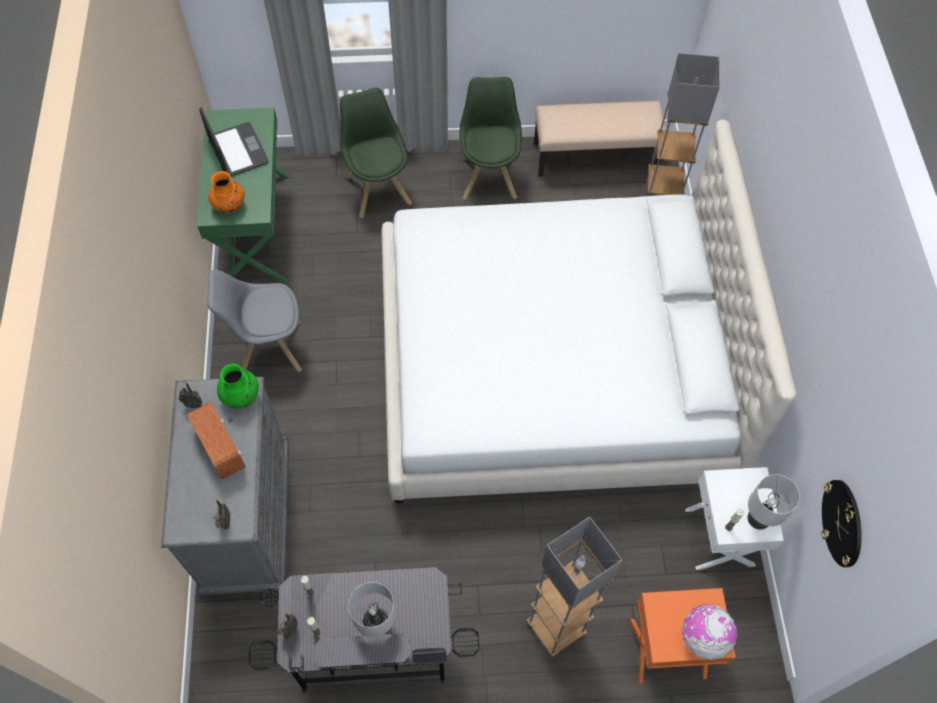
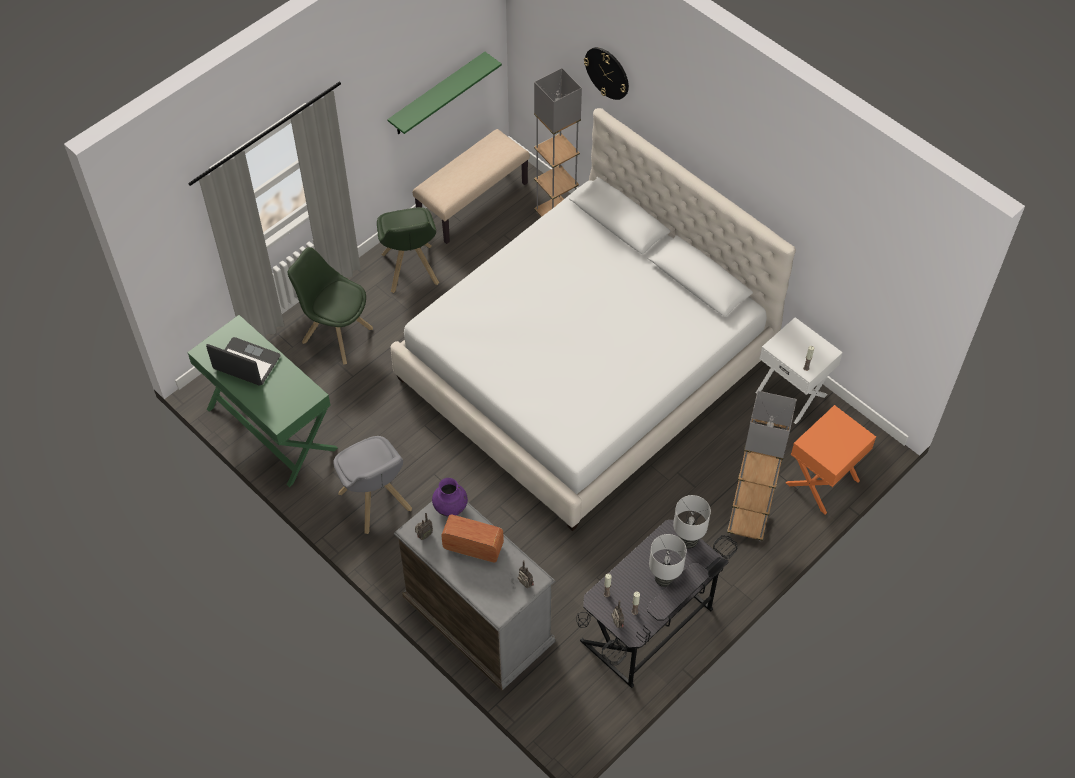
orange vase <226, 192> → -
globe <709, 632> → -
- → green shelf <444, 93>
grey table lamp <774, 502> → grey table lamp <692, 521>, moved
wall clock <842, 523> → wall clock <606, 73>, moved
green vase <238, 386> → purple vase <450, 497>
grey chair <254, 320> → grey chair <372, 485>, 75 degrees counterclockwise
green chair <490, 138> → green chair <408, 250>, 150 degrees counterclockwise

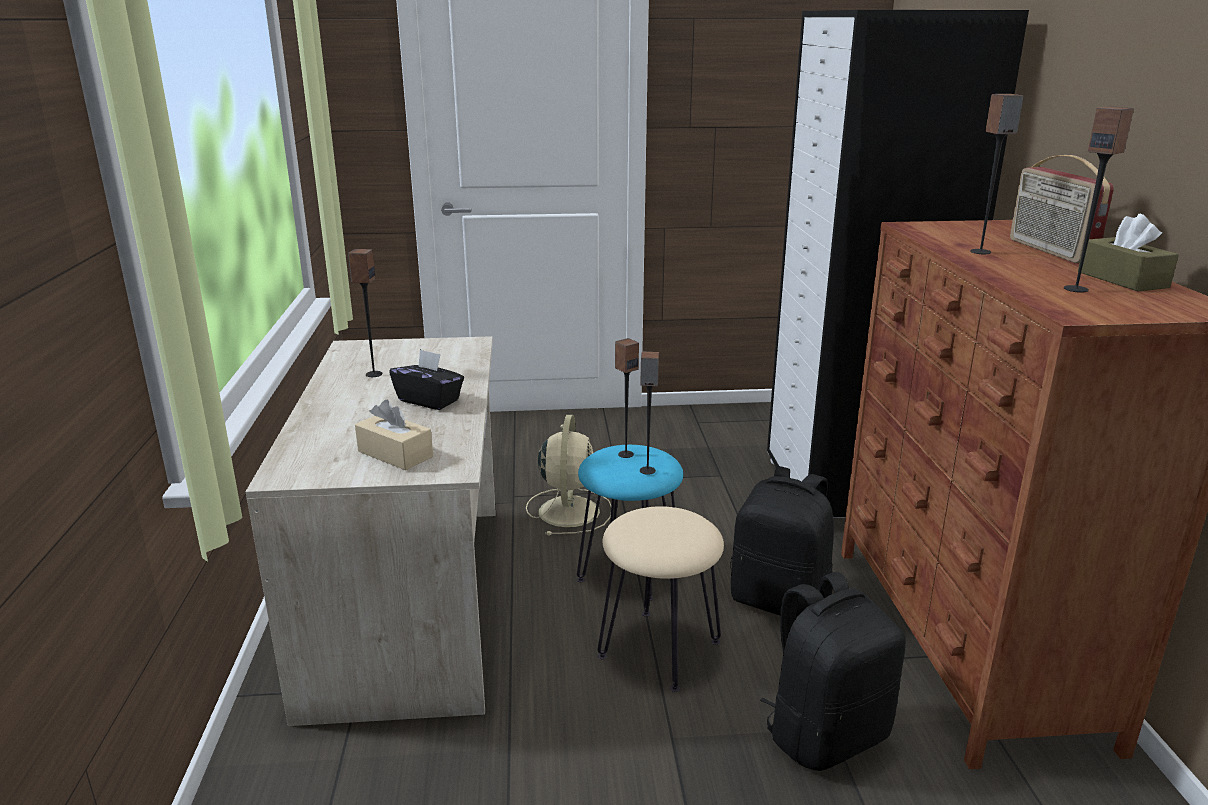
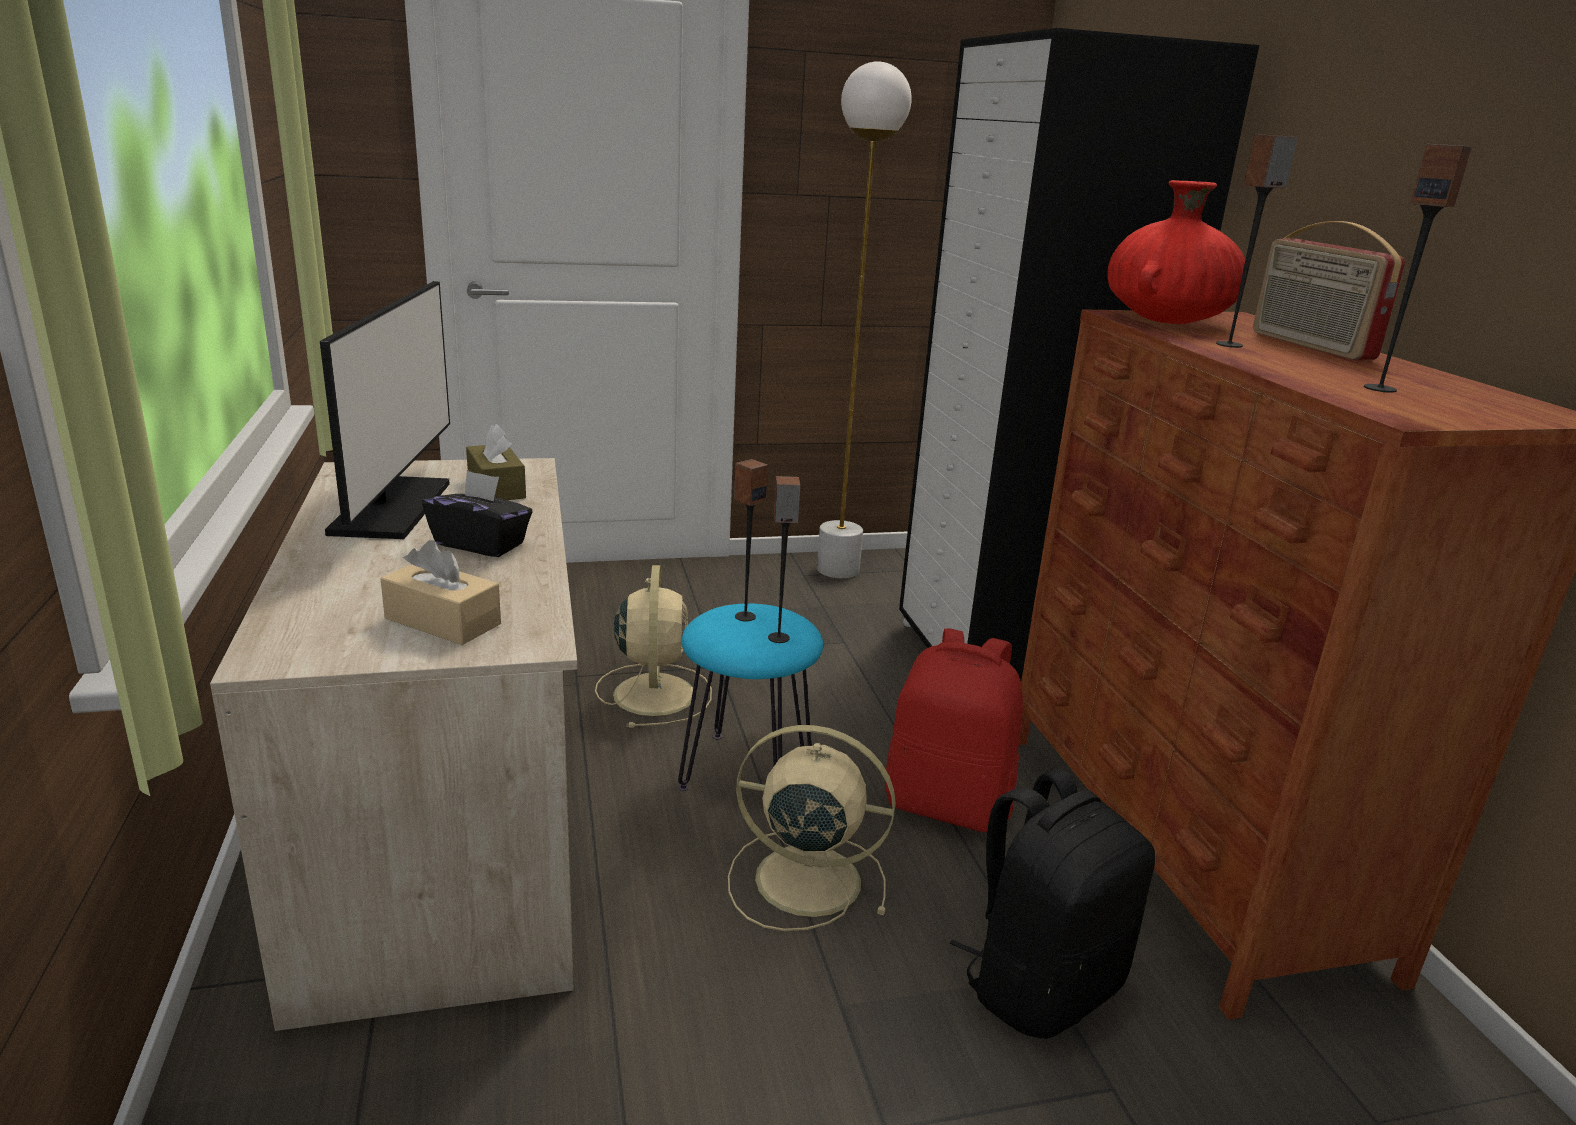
- → white floor lamp <864, 320>
- → red vase <1177, 252>
brown tissue box <1128, 252> → brown tissue box <496, 462>, moved
speaker <365, 313> → monitor <385, 410>
beige stool <660, 599> → beige fan <812, 828>
black backpack <782, 542> → red backpack <954, 730>

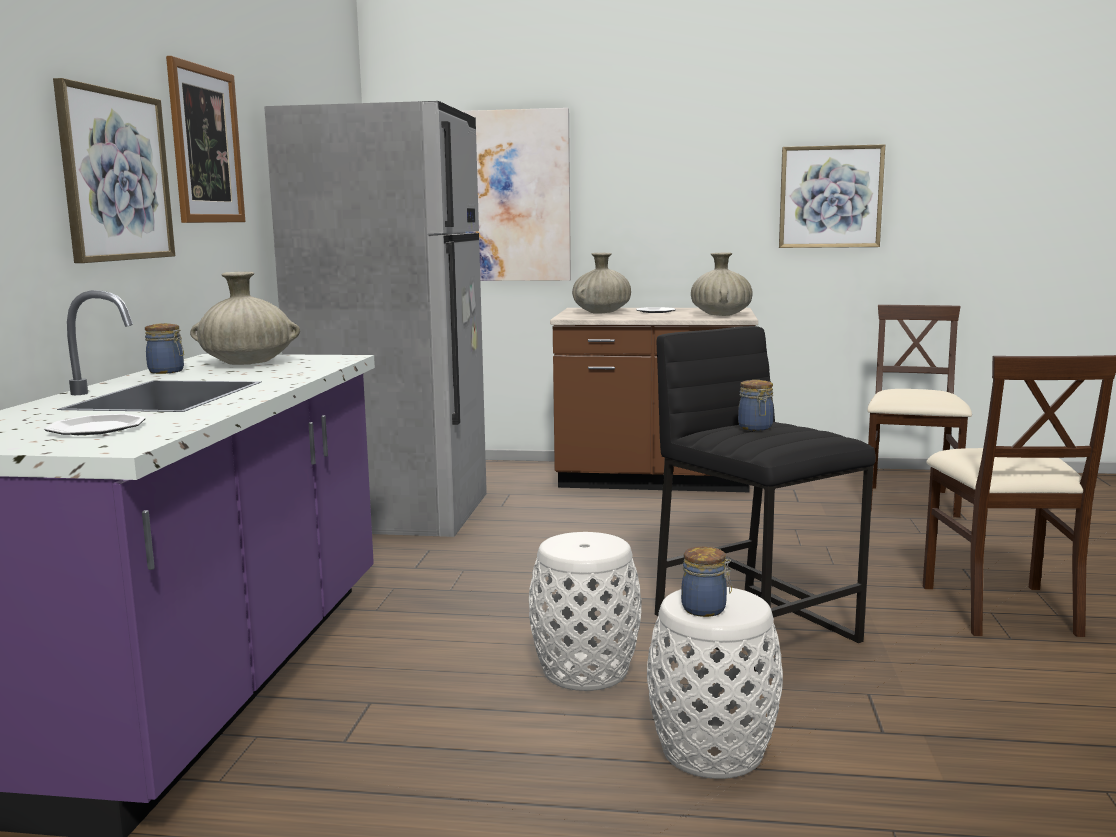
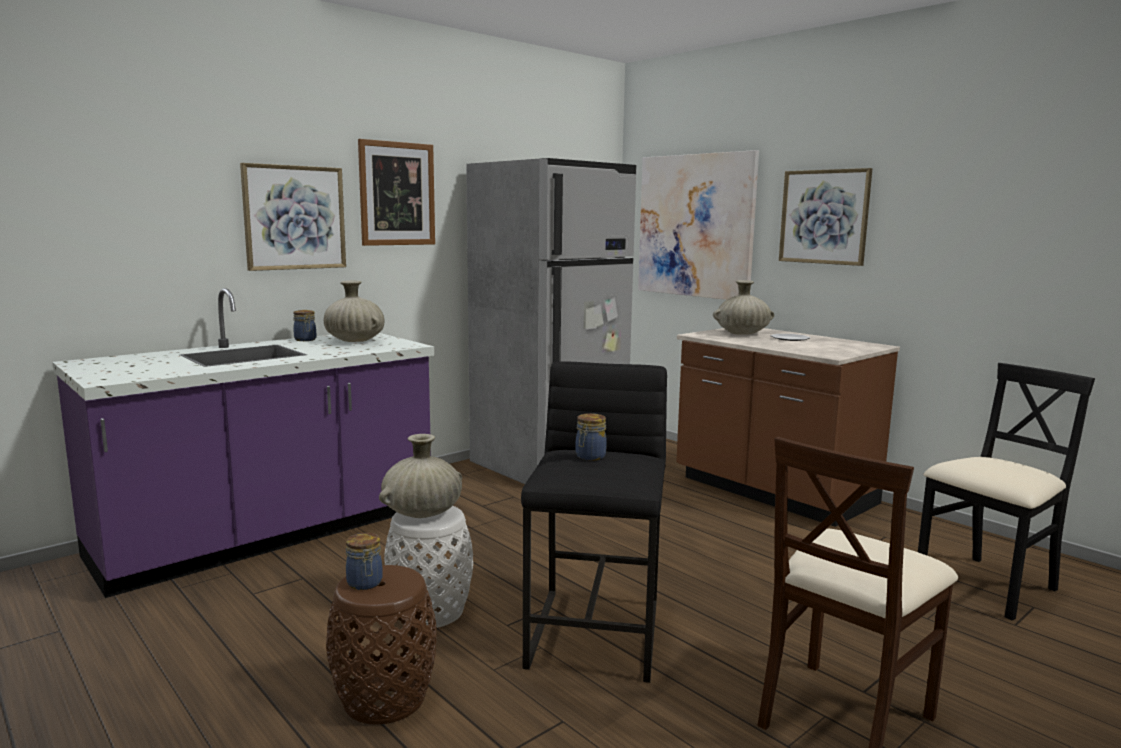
plate <95, 424> → -
beige vase <722, 284> → beige vase <420, 476>, moved
picture <832, 196> → picture <825, 217>, moved
white stool <715, 683> → brown stool <381, 645>
beige chair <919, 411> → black chair <1006, 492>

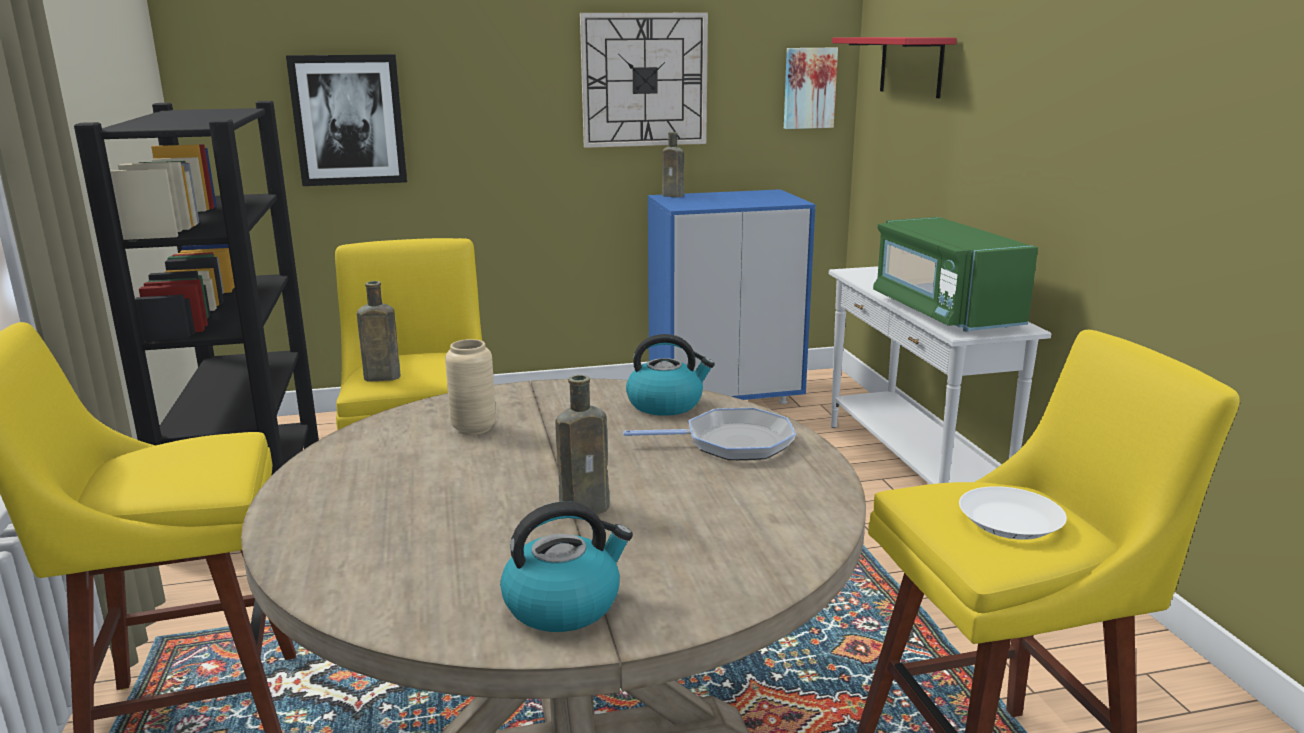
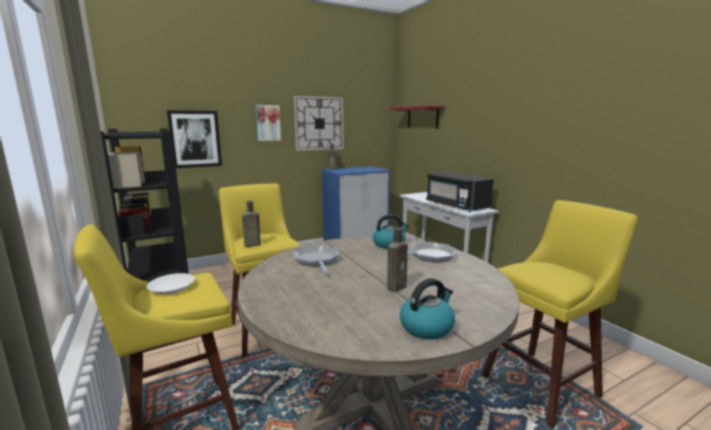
picture <811, 88> → picture <268, 123>, moved
white plate <1013, 513> → white plate <171, 283>, moved
beige vase <470, 387> → frying pan <317, 259>
green microwave <955, 274> → black microwave <460, 192>

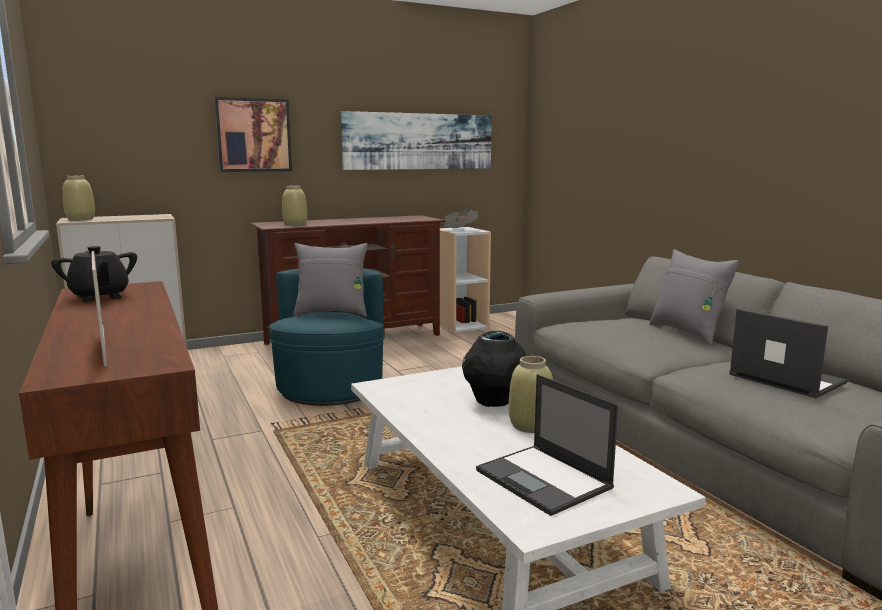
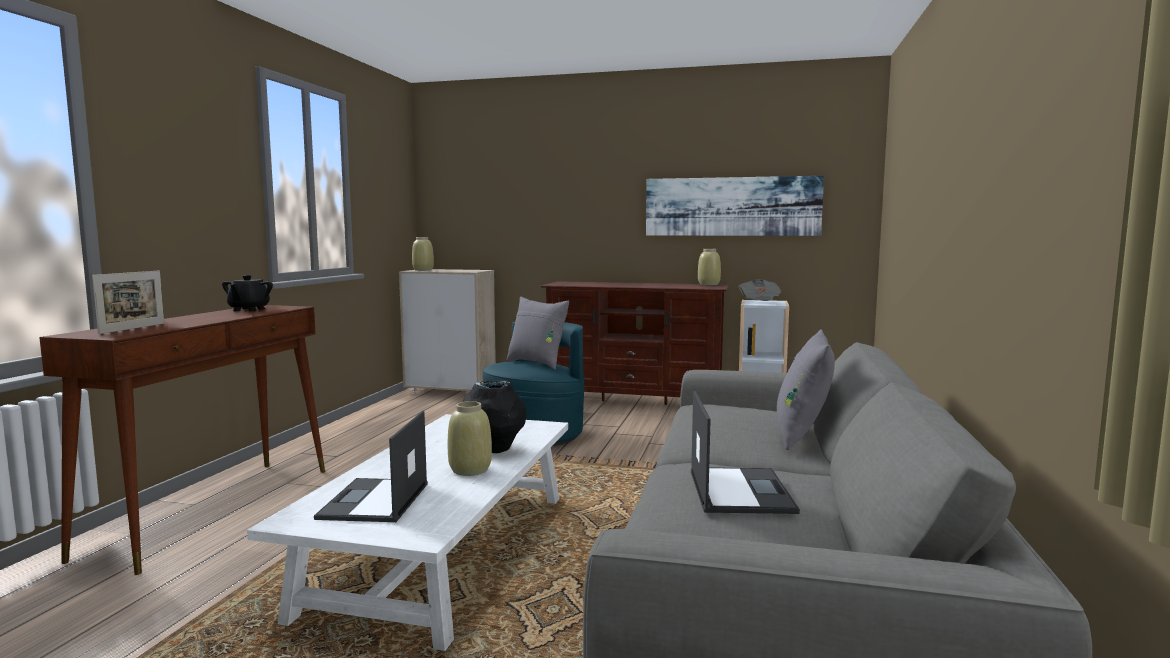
picture <253, 134> → -
beige vase <294, 205> → beige vase <709, 267>, moved

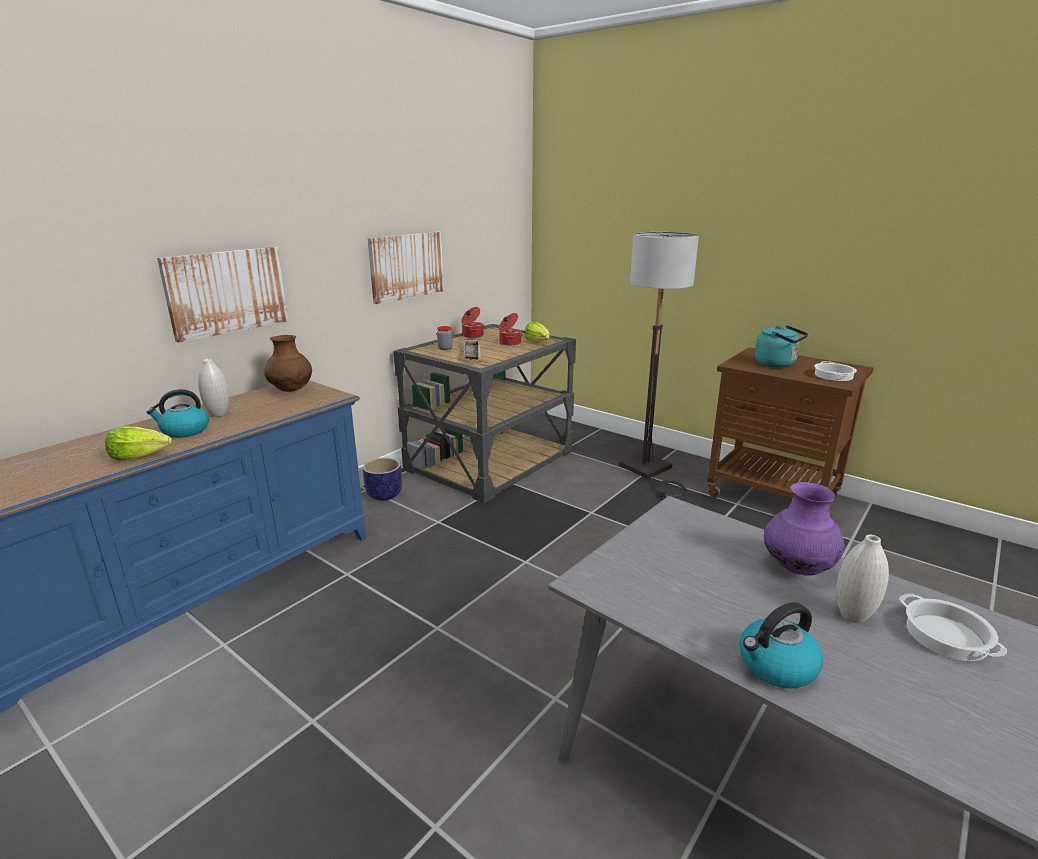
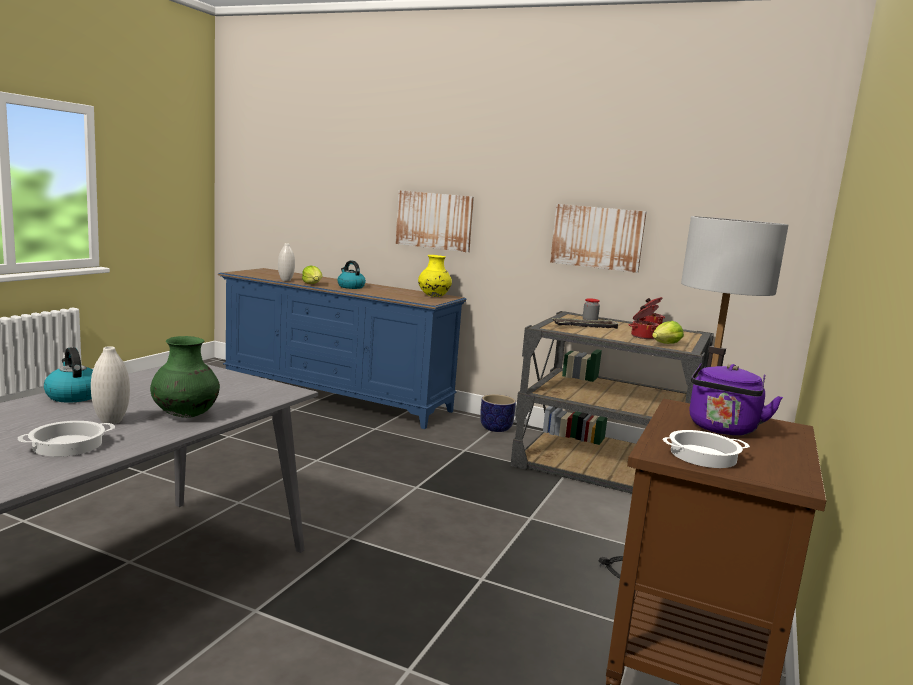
white vase <213, 388> → white vase <286, 262>, moved
brown vase <288, 363> → yellow vase <435, 276>
turquoise kettle <781, 346> → purple kettle <736, 399>
purple vase <804, 529> → green vase <185, 377>

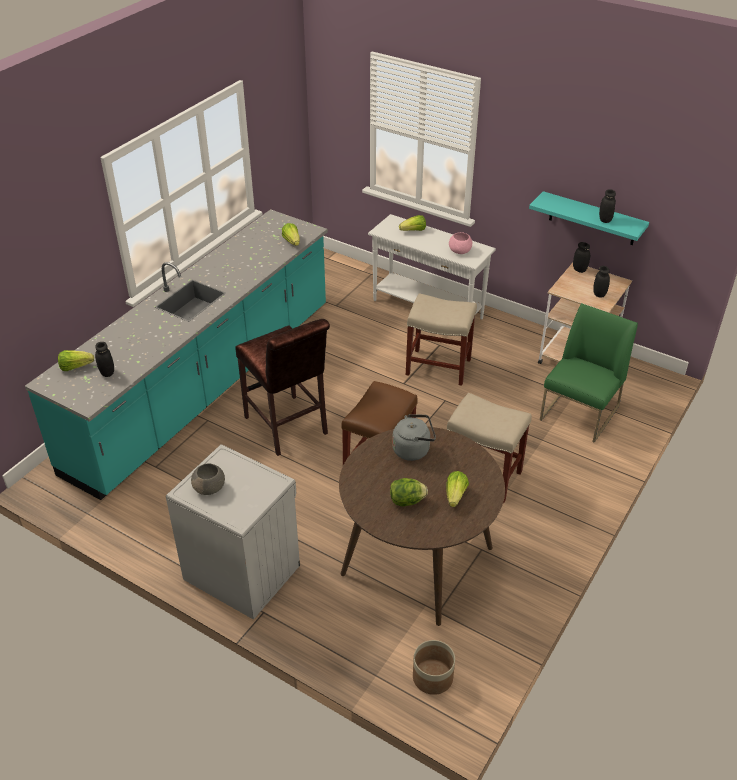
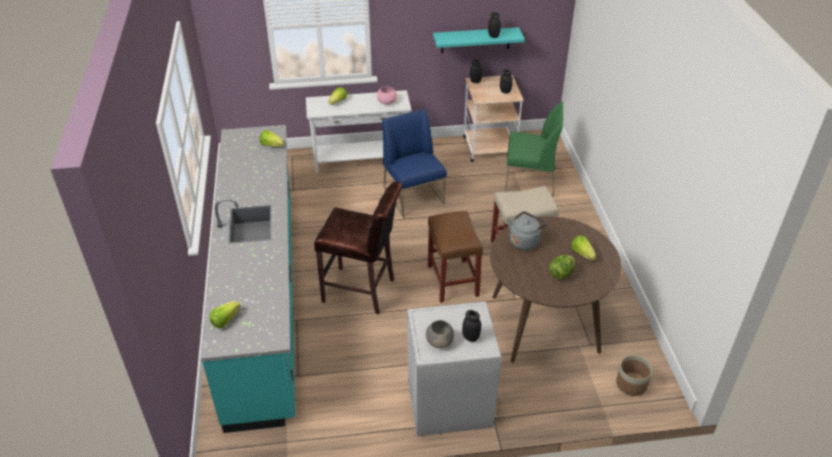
black jar <104, 359> → black jar <471, 326>, moved
beige stool <441, 339> → blue chair <414, 162>
green chair <589, 373> → green chair <534, 148>, 105 degrees clockwise

